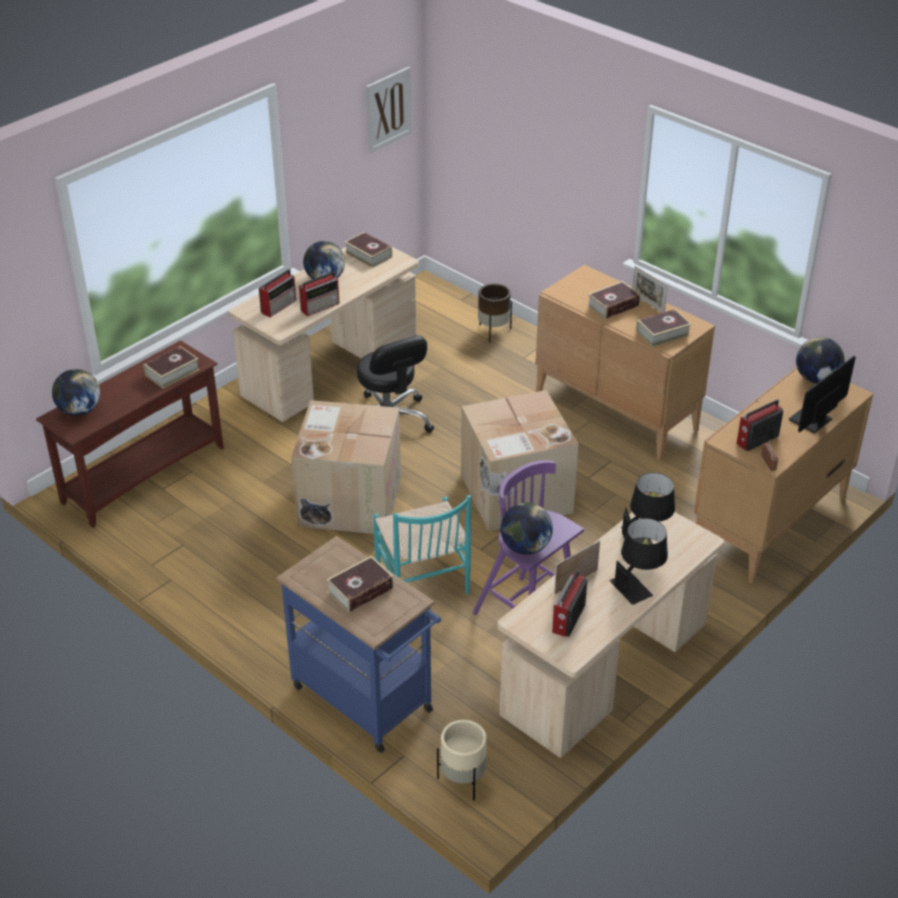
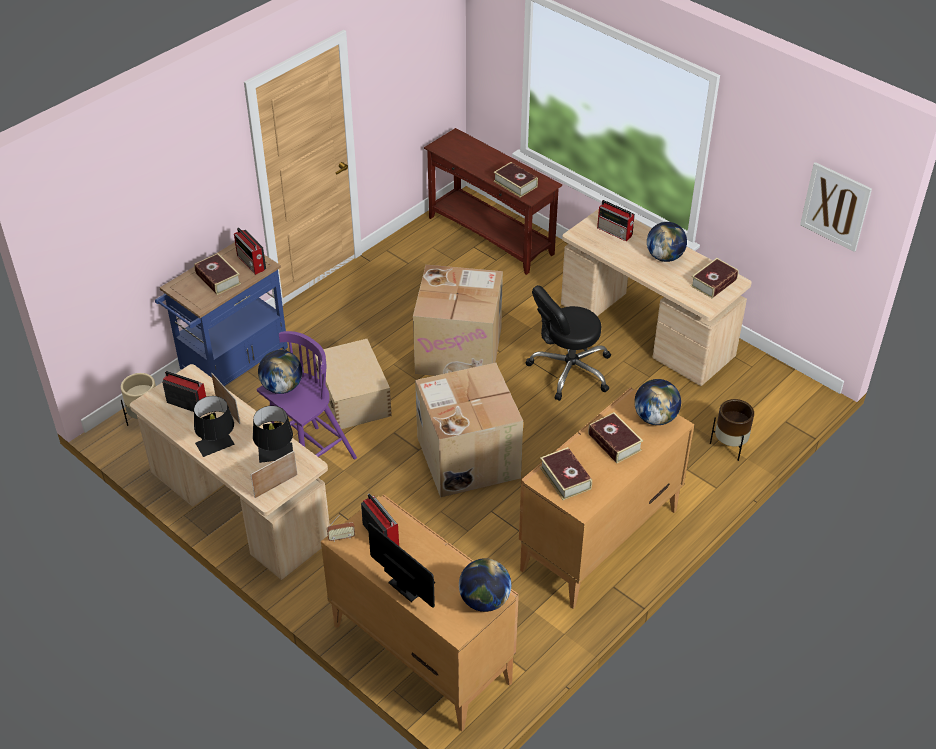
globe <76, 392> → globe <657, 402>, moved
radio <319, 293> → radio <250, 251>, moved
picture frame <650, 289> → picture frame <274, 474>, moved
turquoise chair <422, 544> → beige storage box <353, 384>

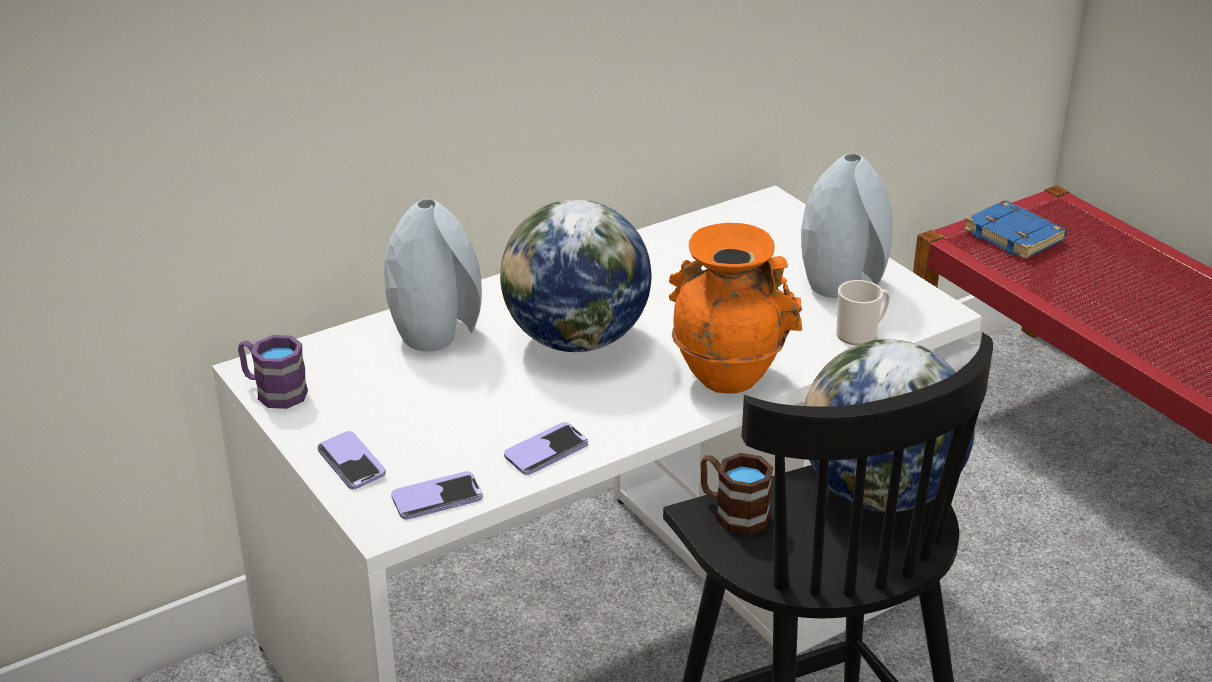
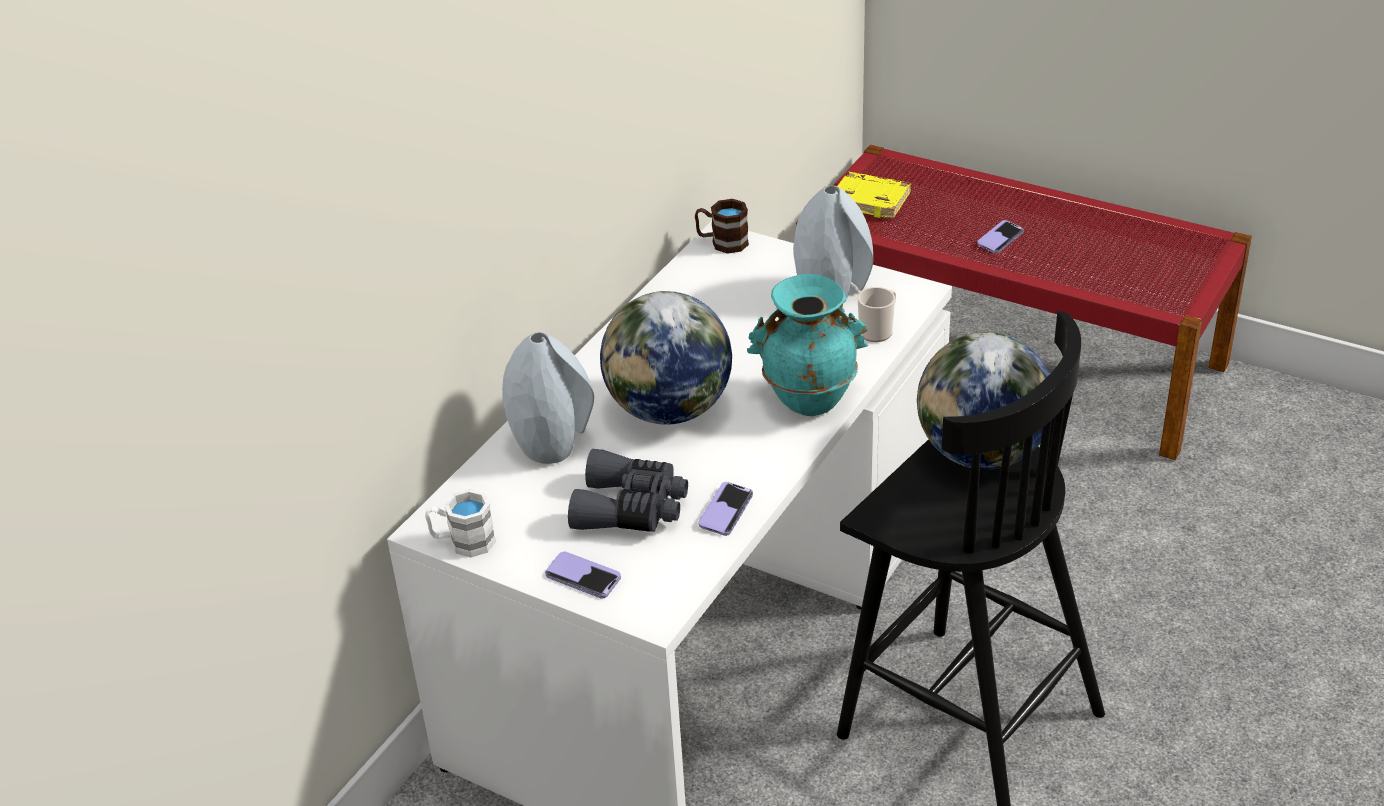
- → grey binoculars <628, 490>
phone <437, 495> → phone <1000, 236>, moved
brown mug <736, 494> → brown mug <722, 226>, moved
purple mug <273, 372> → white mug <460, 523>
orange vase <735, 308> → turquoise vase <808, 345>
blue book <1015, 230> → yellow book <874, 195>

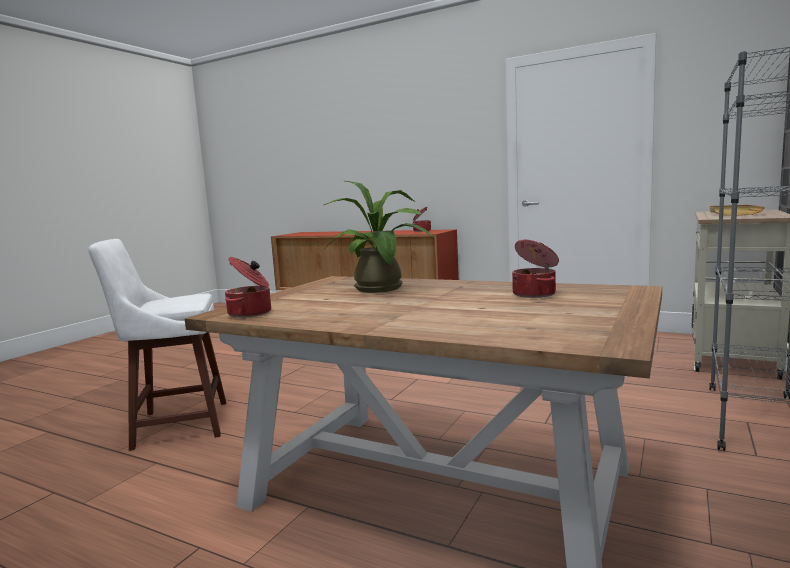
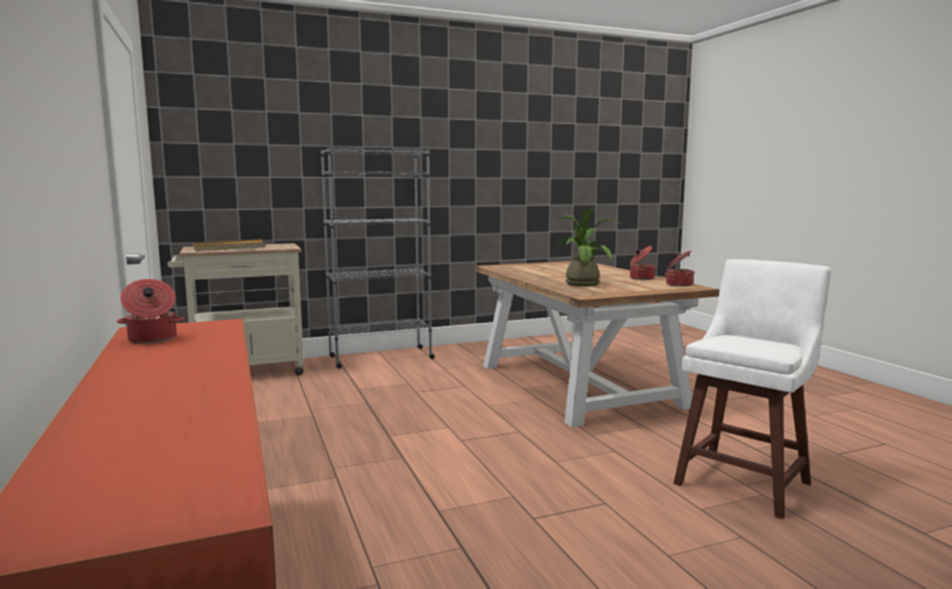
cooking pot <535, 269> → cooking pot <643, 263>, moved
white chair <157, 345> → white chair <752, 389>, 75 degrees counterclockwise

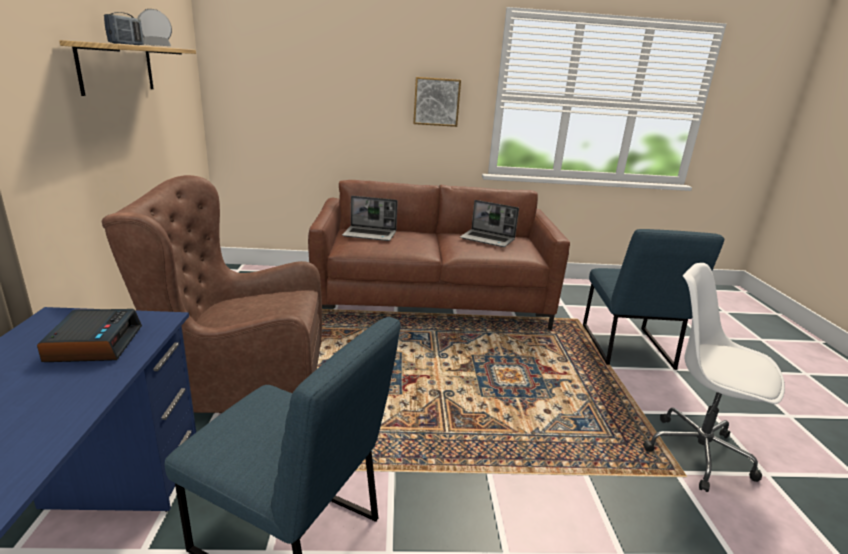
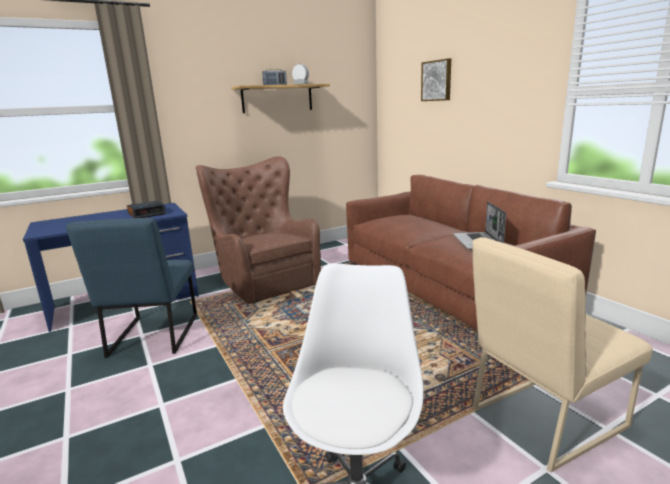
laptop <370, 218> → -
picture <437, 102> → picture <436, 79>, moved
blue chair <653, 299> → beige chair <562, 355>

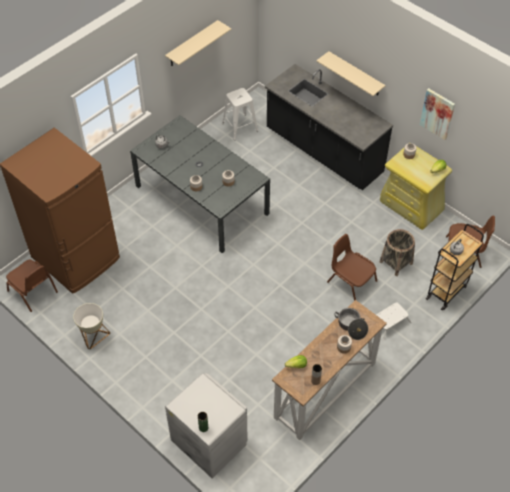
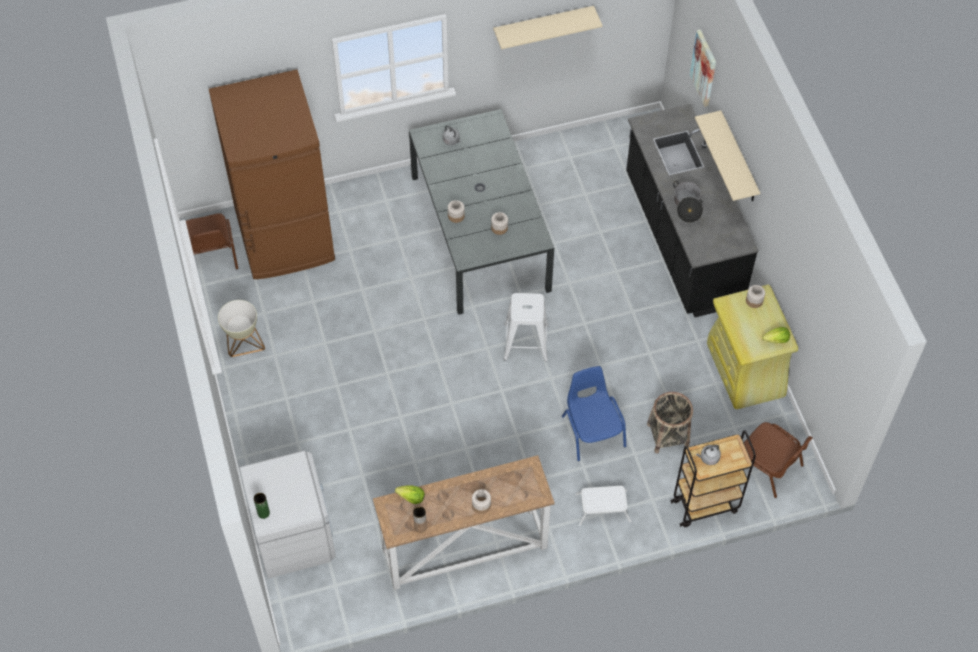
white stool <240, 114> → white stool <526, 327>, moved
cooking pot <351, 324> → cooking pot <688, 202>, moved
picture <437, 114> → picture <703, 68>, moved
brown chair <352, 267> → blue chair <594, 413>

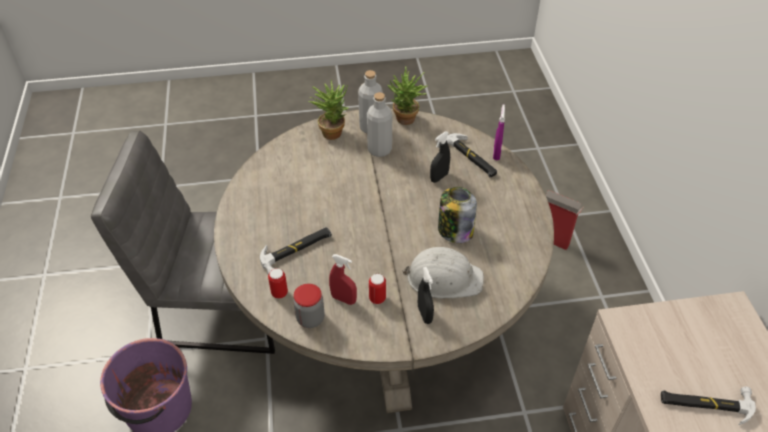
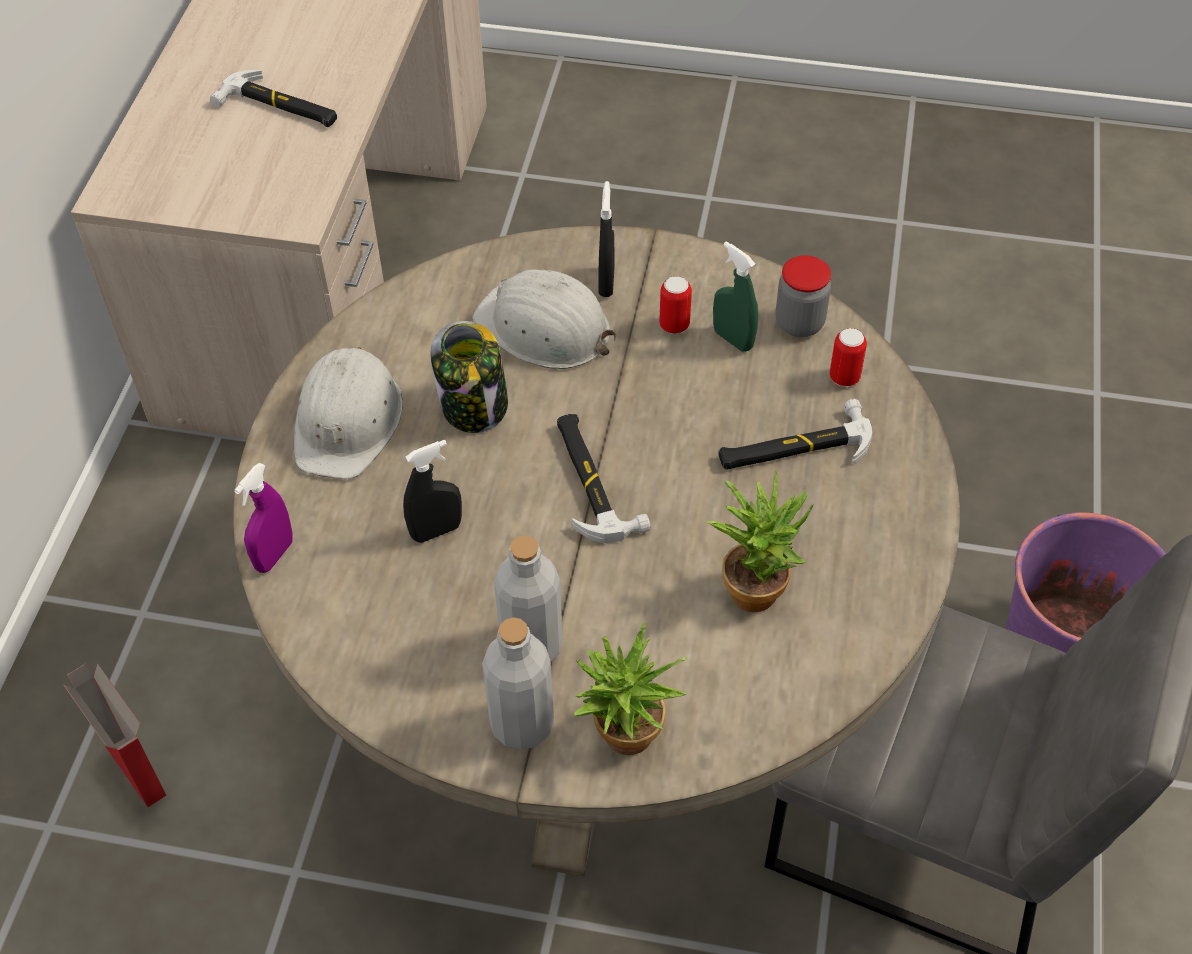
- → white hard hat <348, 413>
potted plant <408, 96> → potted plant <759, 541>, moved
hammer <466, 155> → hammer <604, 478>, moved
red spray bottle <343, 279> → green spray bottle <735, 297>

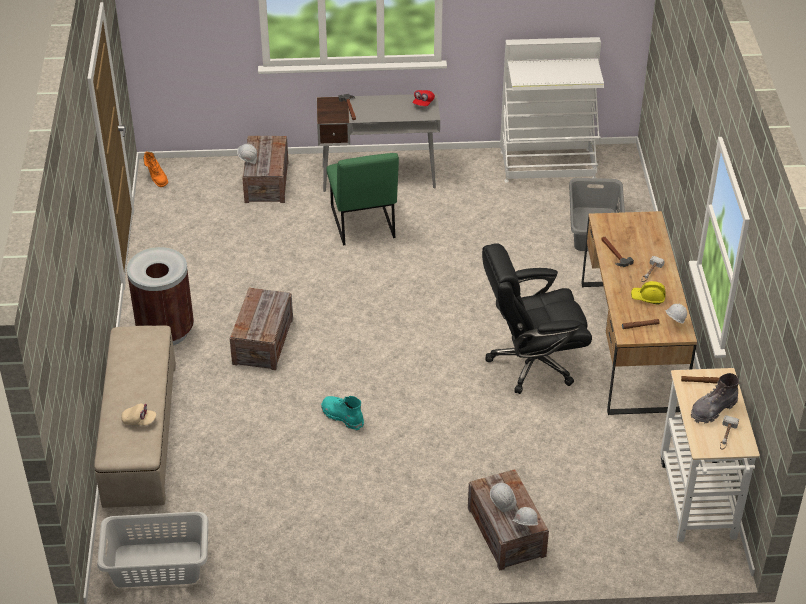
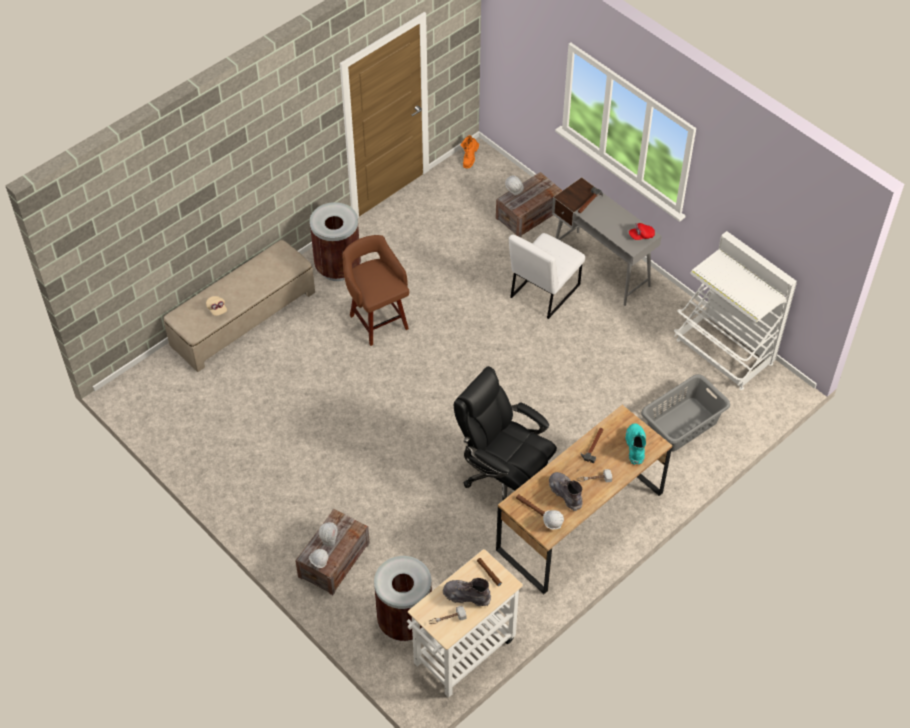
grey laundry basket <153, 550> → -
- → brown trash can <403, 598>
turquoise boot <342, 413> → turquoise boot <635, 444>, moved
crate <261, 329> → brown stool <376, 290>
yellow hard hat <648, 292> → grey boot <565, 491>
green chair <363, 199> → white chair <547, 276>

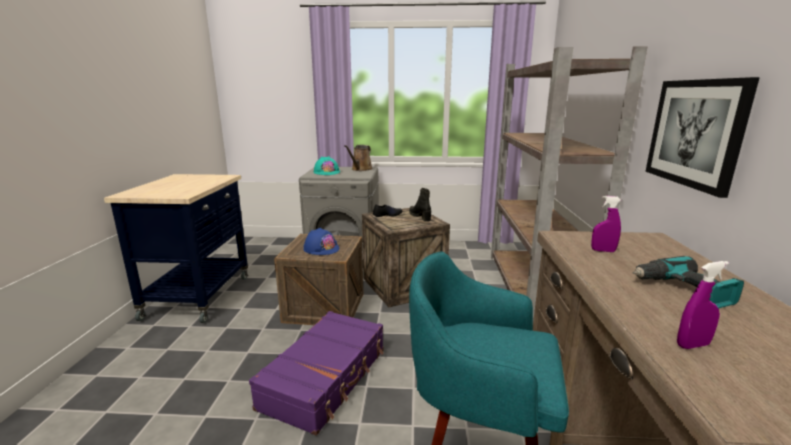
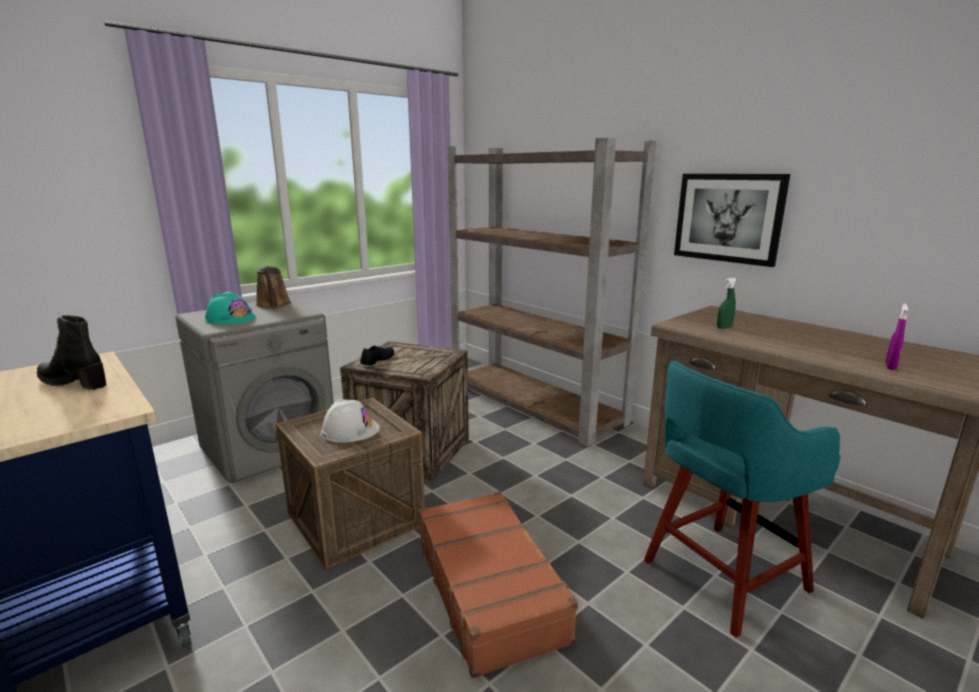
power drill <688, 282> → -
black boot <420, 205> → black boot <71, 352>, moved
purple suitcase <316, 373> → brown suitcase <498, 585>
blue hard hat <321, 241> → white hard hat <350, 420>
purple spray bottle <606, 224> → green spray bottle <726, 303>

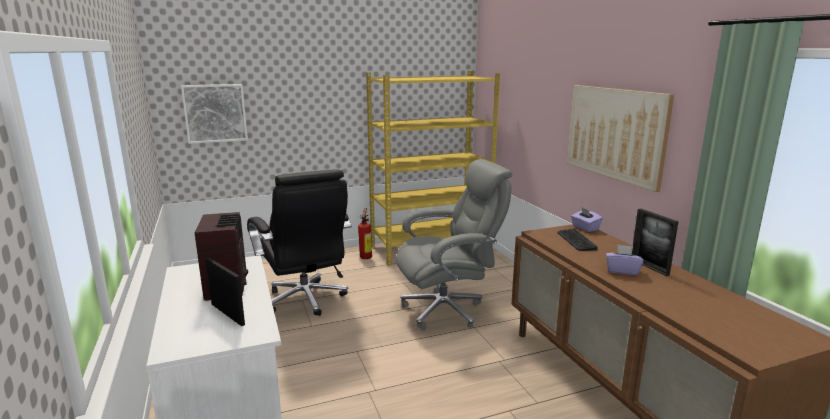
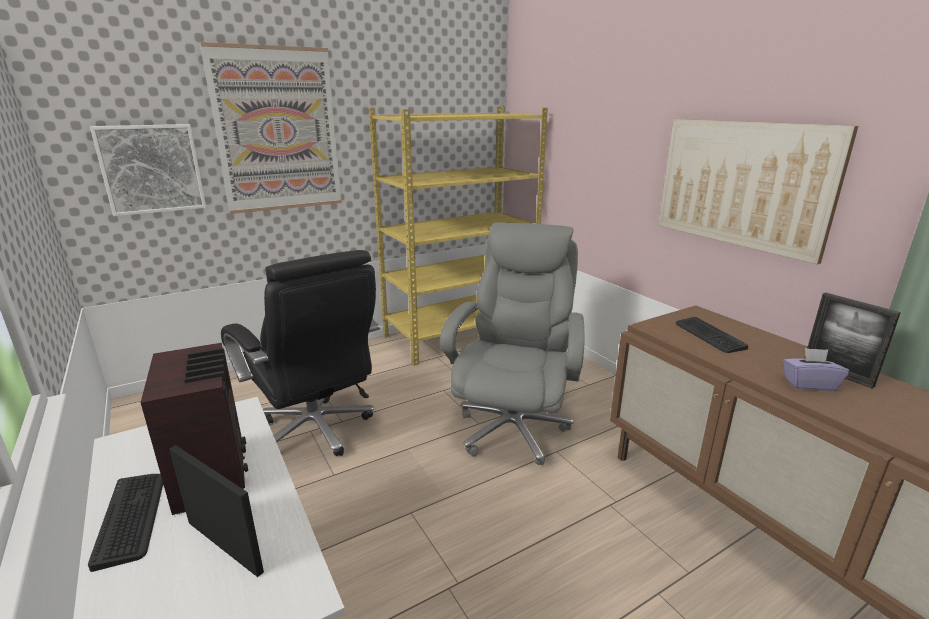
fire extinguisher <365, 233> → -
purple tissue box <587, 219> → -
- → keyboard <125, 523>
- → picture <271, 128>
grey office chair <454, 244> → grey office chair <512, 343>, 45 degrees counterclockwise

